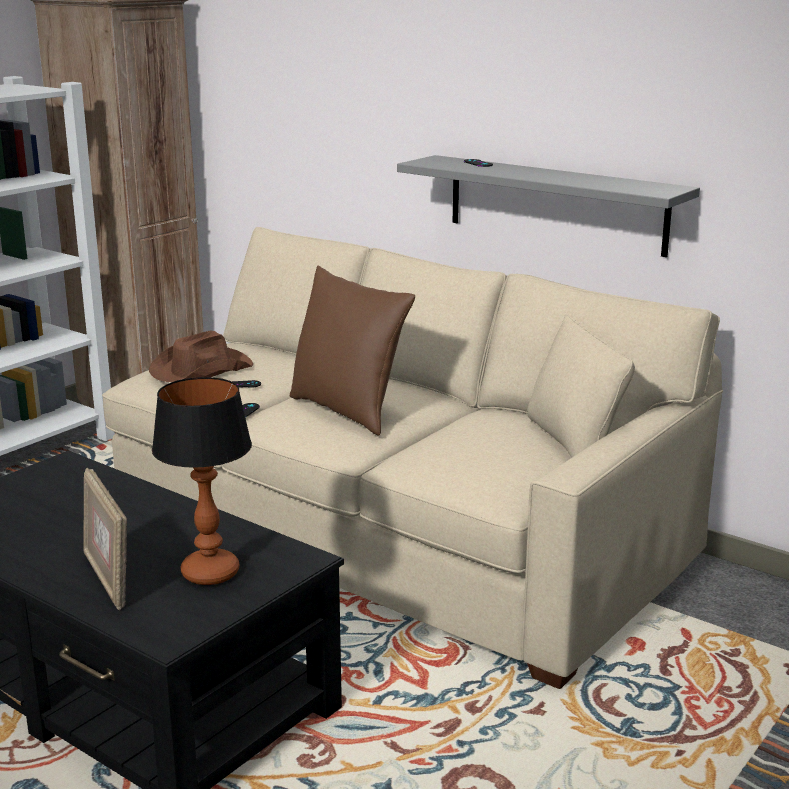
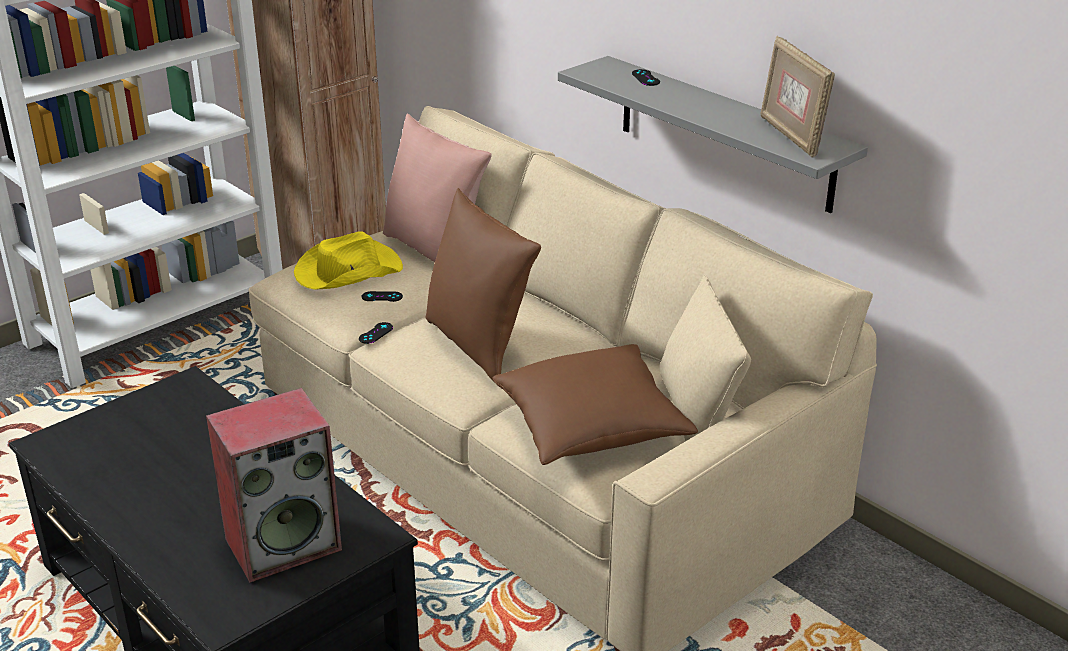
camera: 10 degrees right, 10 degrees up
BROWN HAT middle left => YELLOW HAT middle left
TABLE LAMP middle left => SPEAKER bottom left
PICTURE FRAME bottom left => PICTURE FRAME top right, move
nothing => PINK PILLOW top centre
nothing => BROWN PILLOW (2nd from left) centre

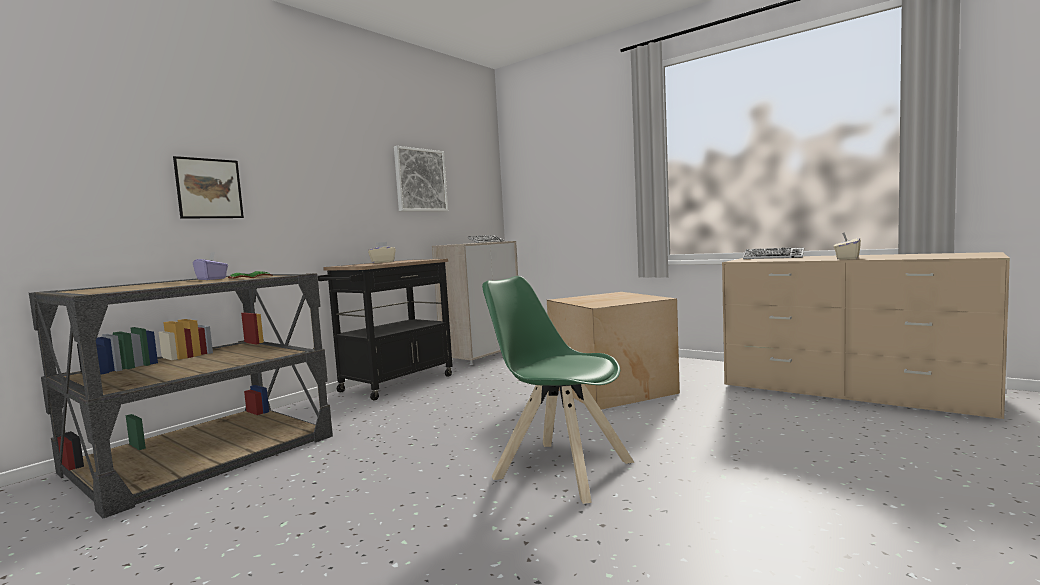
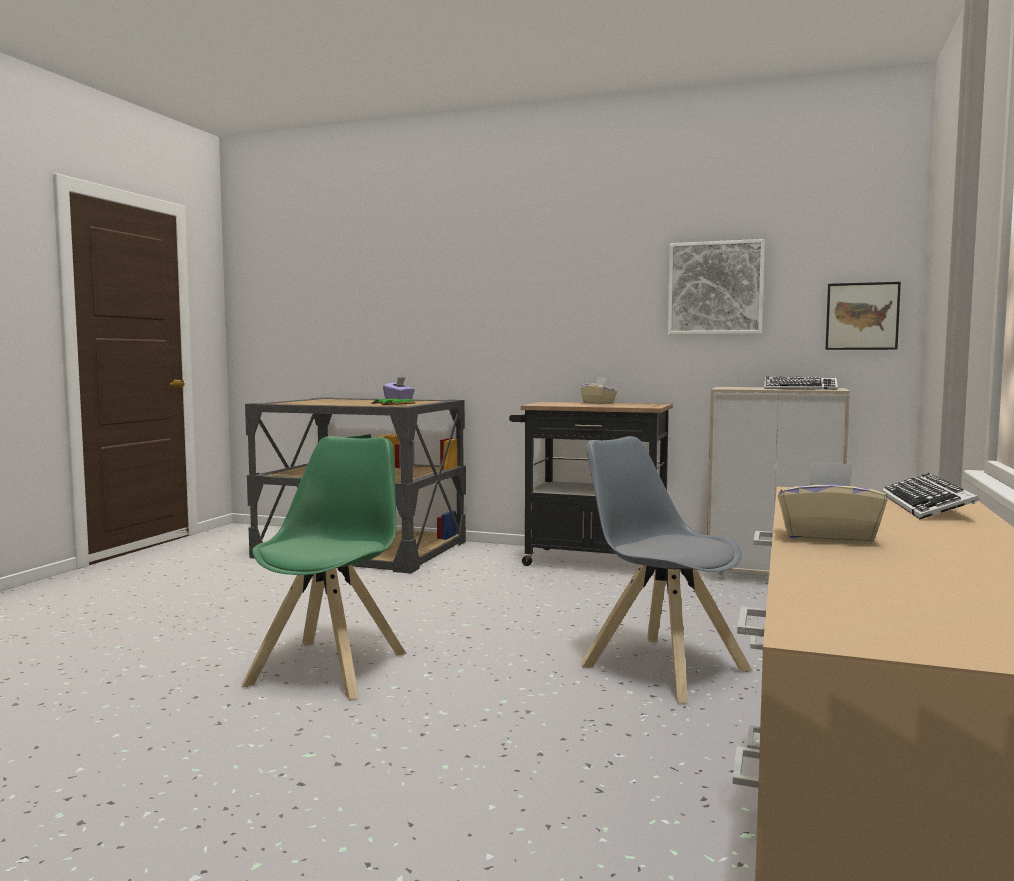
camera: 70 degrees right, 0 degrees up
PICTURE (1st from left in the first image) top left => PICTURE (2nd from left) middle right, move
CARDBOARD BOX centre => GREY CHAIR centre

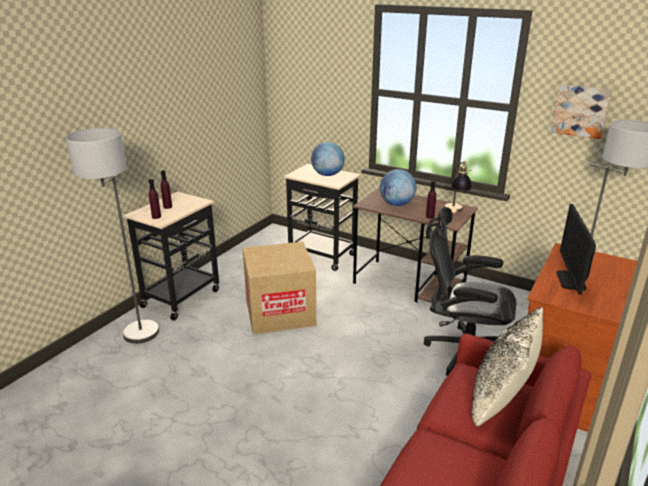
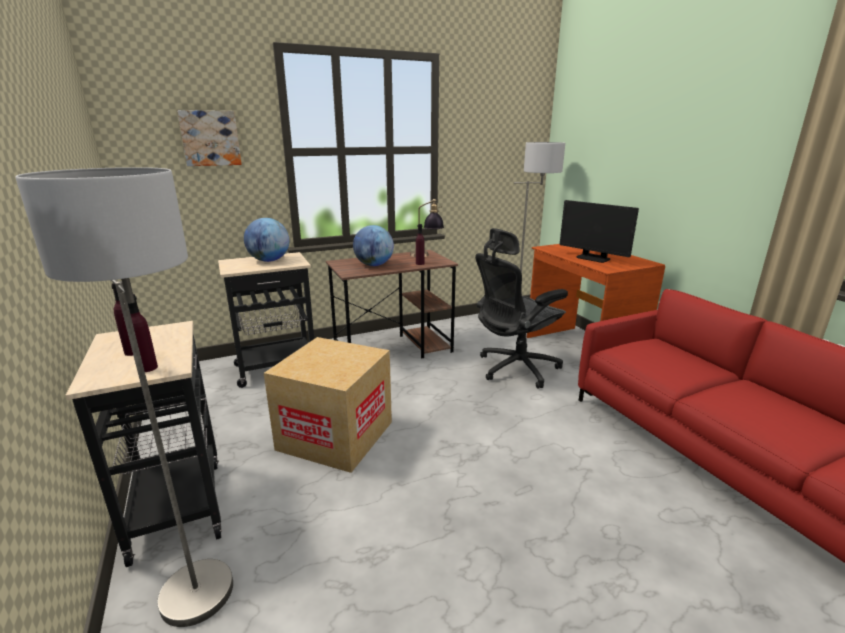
camera: 55 degrees left, 5 degrees down
PICTURE top right => PICTURE top left, move
BEIGE PILLOW bottom right => nothing

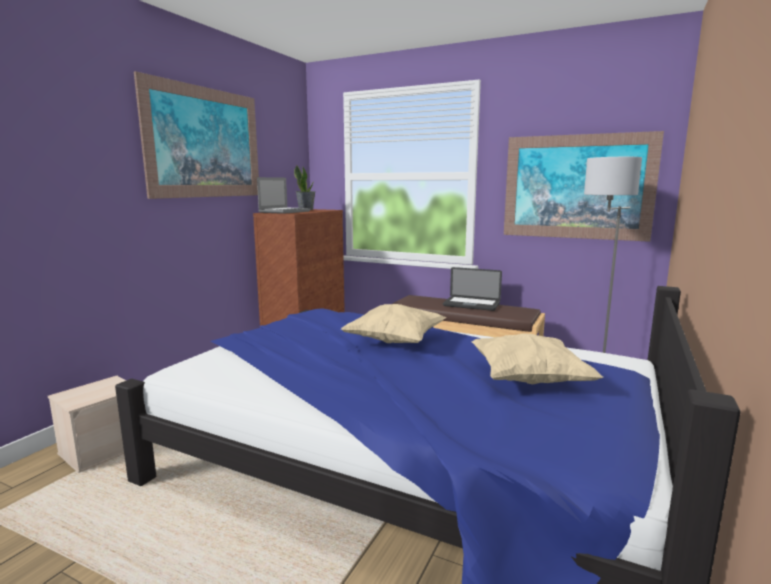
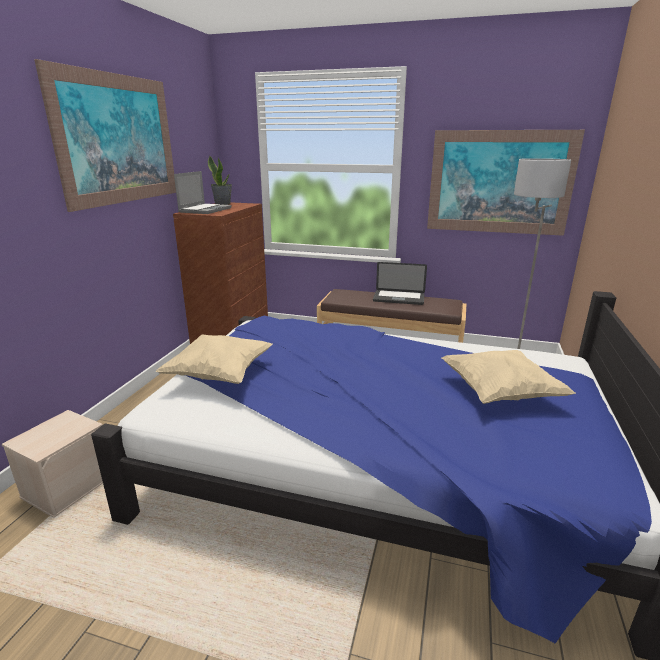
camera: 10 degrees left, 10 degrees up
BEIGE PILLOW (1st from left) centre => BEIGE PILLOW (1st from left) middle left, move

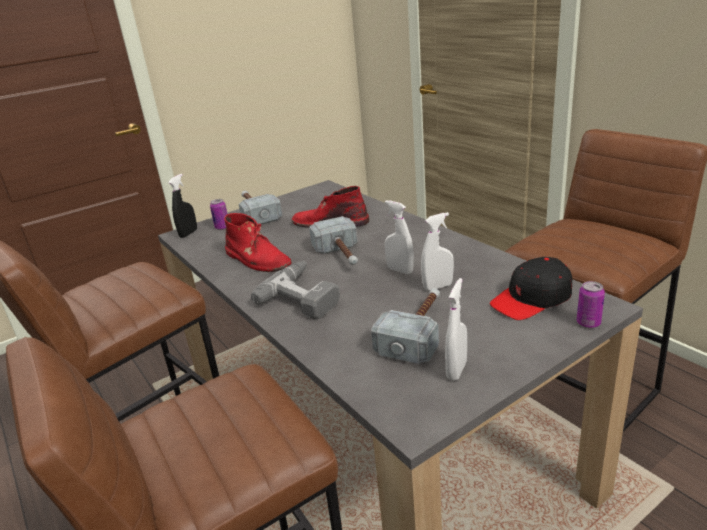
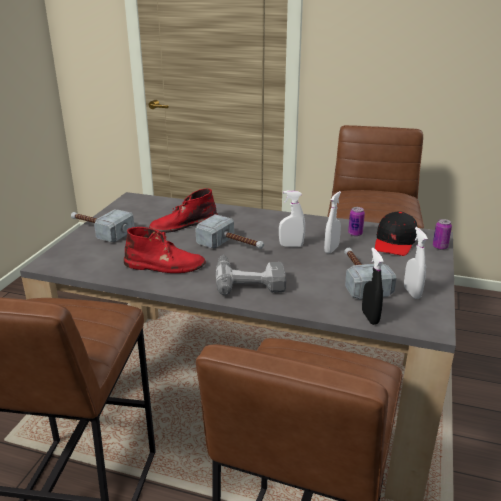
camera: 40 degrees left, 0 degrees up
BLACK SPRAY BOTTLE middle left => BLACK SPRAY BOTTLE middle right, move
CAN (1st from left) middle left => CAN (1st from left) middle right, move

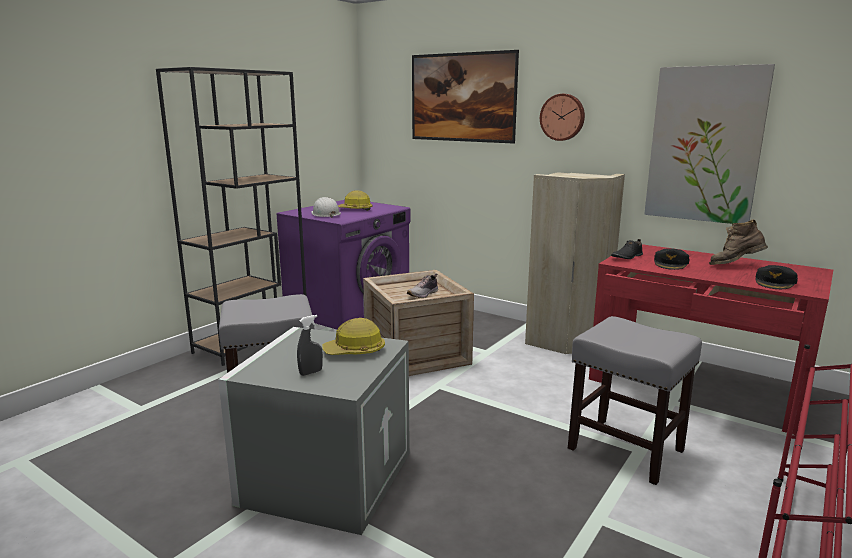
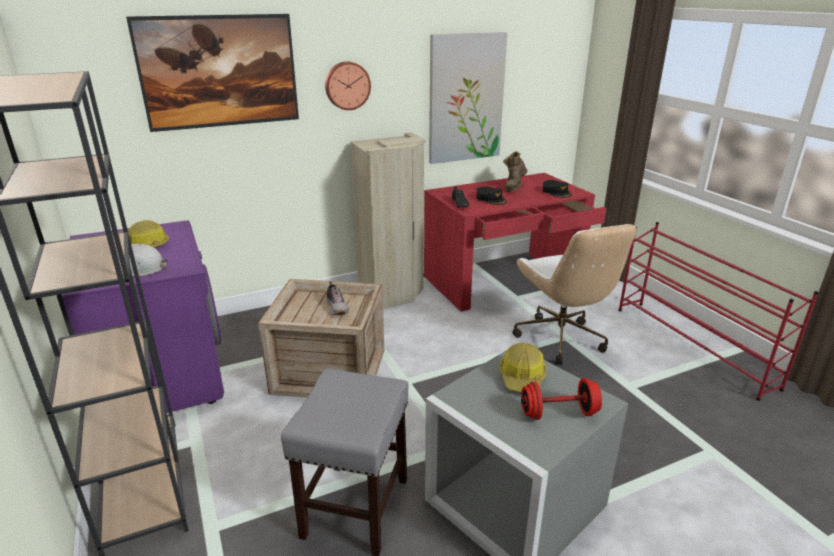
camera: 60 degrees left, 10 degrees up
GREY SPRAY BOTTLE centre => RED DUMBBELL bottom right
GREY STOOL (2nd from left) bottom right => WHITE OFFICE CHAIR middle right

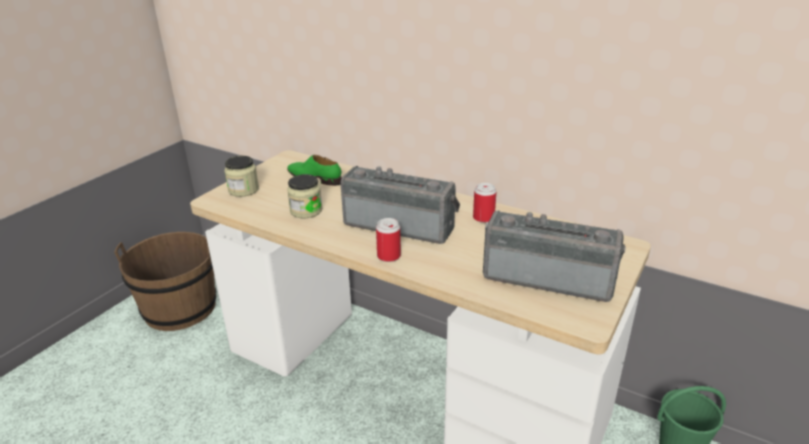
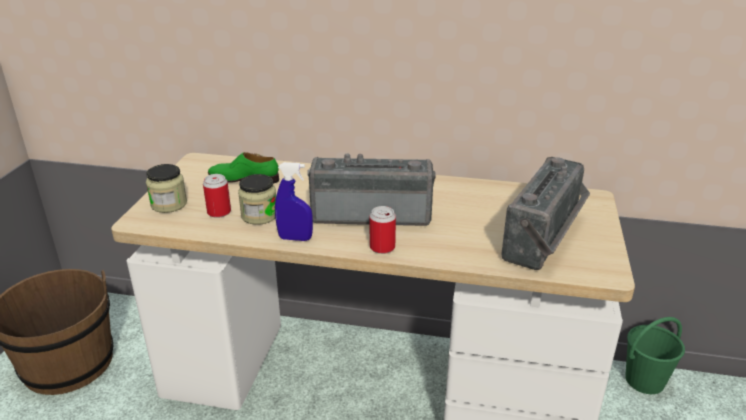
camera: 20 degrees left, 0 degrees up
CAN (2nd from left in the first image) centre => CAN (1st from left) middle left, move
RADIO (2nd from left) middle right, 120 degrees clockwise
nothing => BLUE SPRAY BOTTLE centre

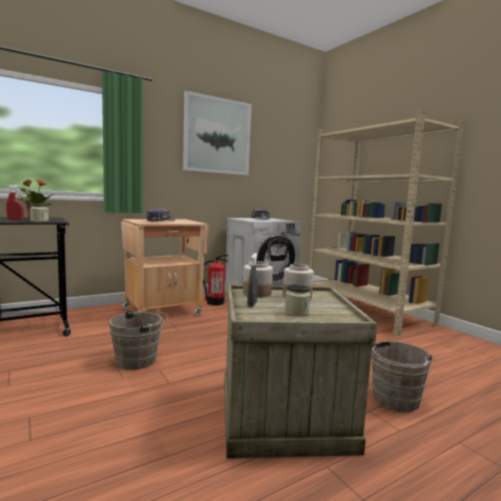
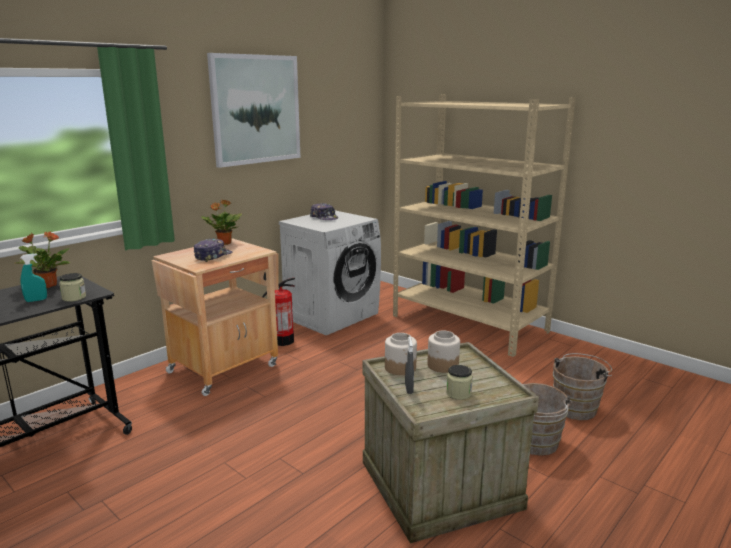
camera: 15 degrees left, 10 degrees up
RED SPRAY BOTTLE middle left => TURQUOISE SPRAY BOTTLE middle left
BROWN BUCKET (1st from left in the first image) bottom left => BROWN BUCKET (2nd from left) bottom right, move
nothing => POTTED PLANT (2nd from left) middle left

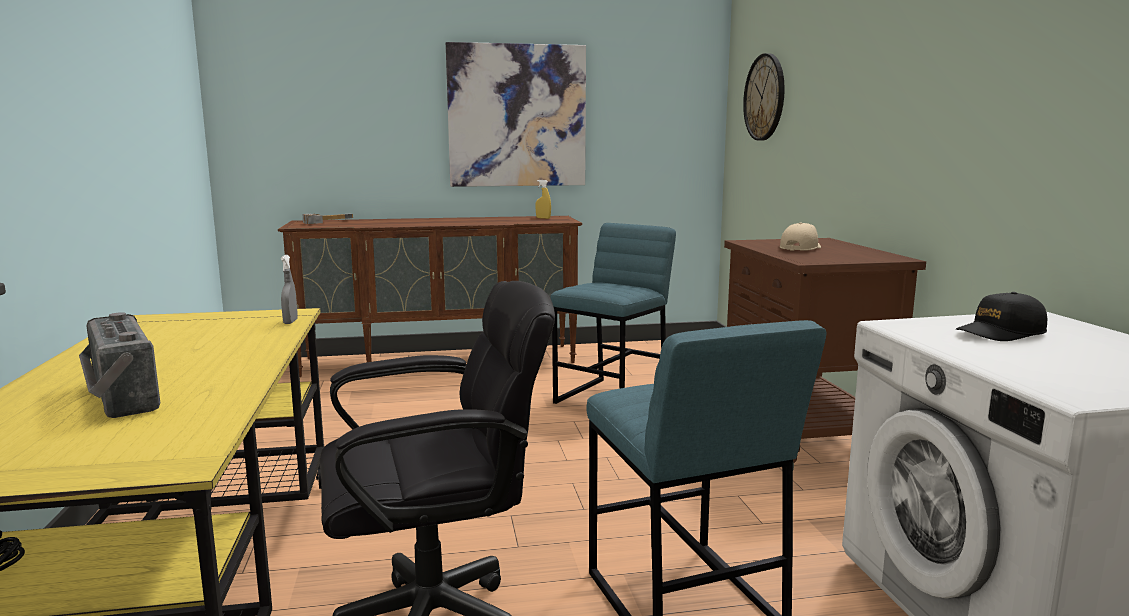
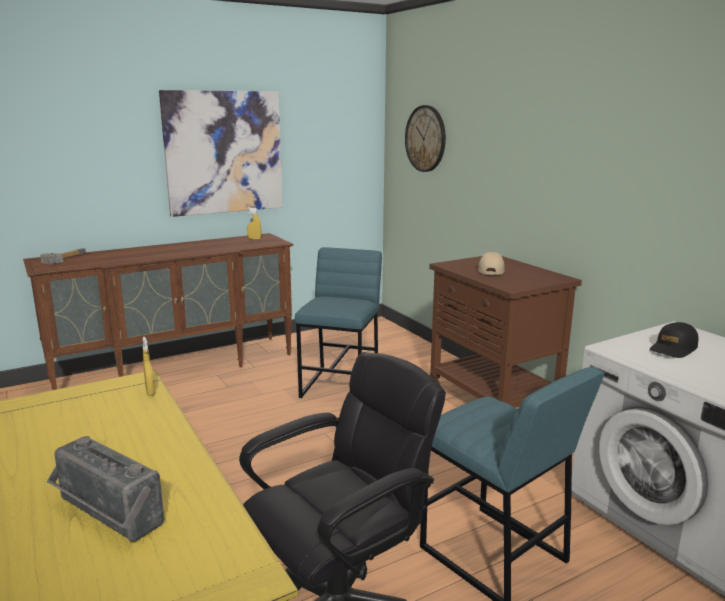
camera: 20 degrees left, 5 degrees up
GREY SPRAY BOTTLE middle left => YELLOW SPRAY BOTTLE (1st from left) middle left

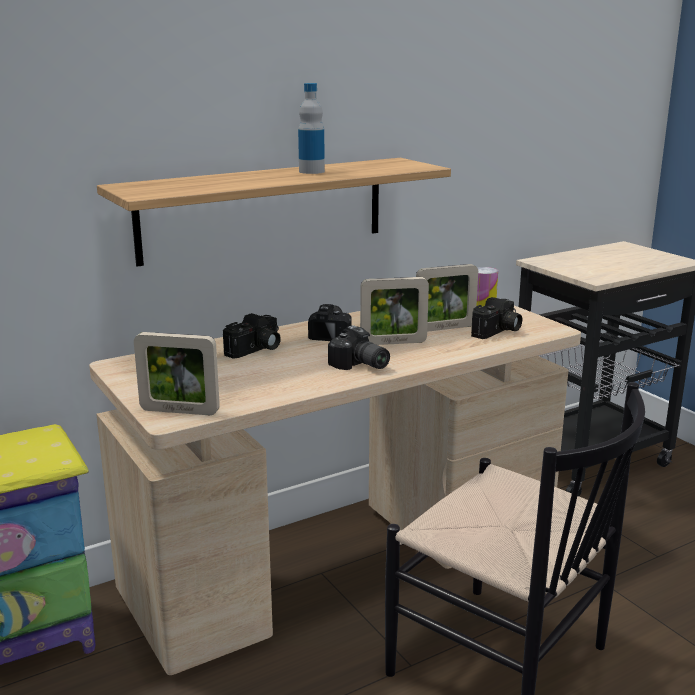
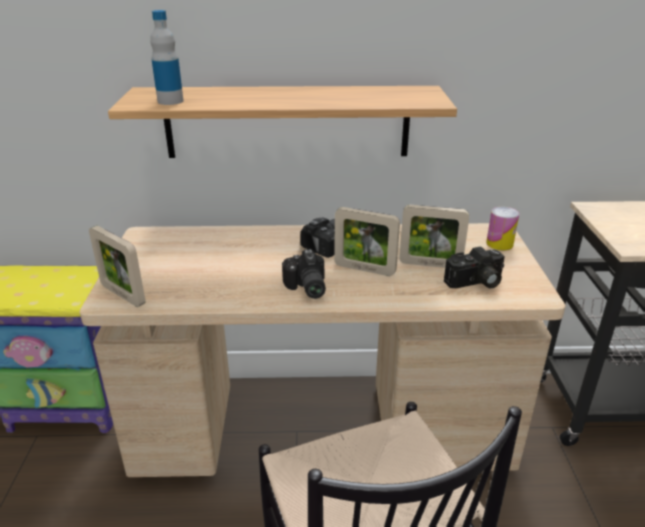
camera: 30 degrees right, 10 degrees up
BOTTLE top centre => BOTTLE top left, move
PHOTO CAMERA (1st from left) centre => nothing

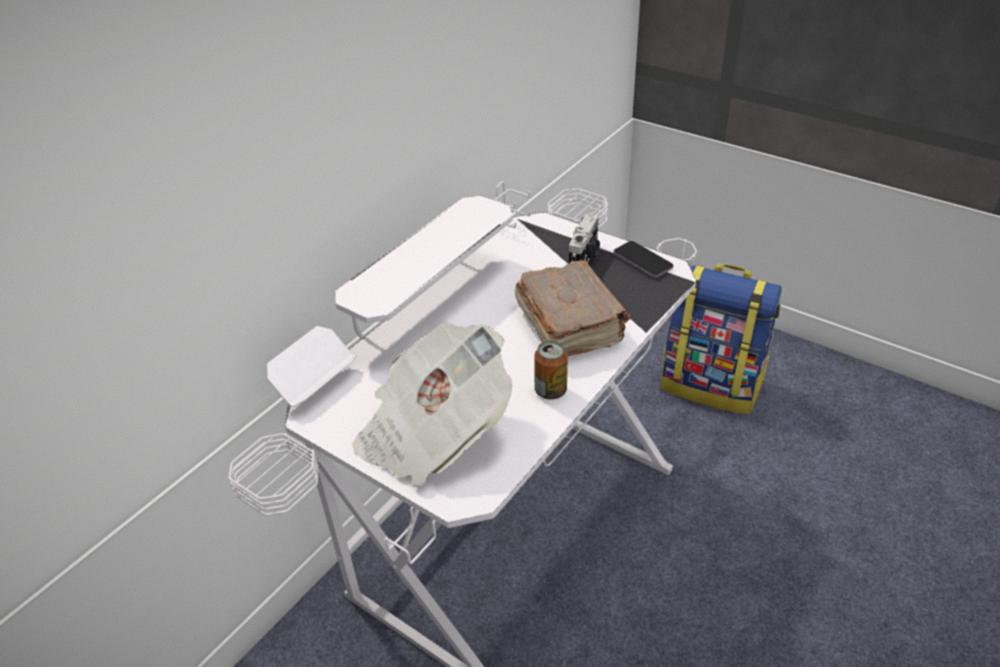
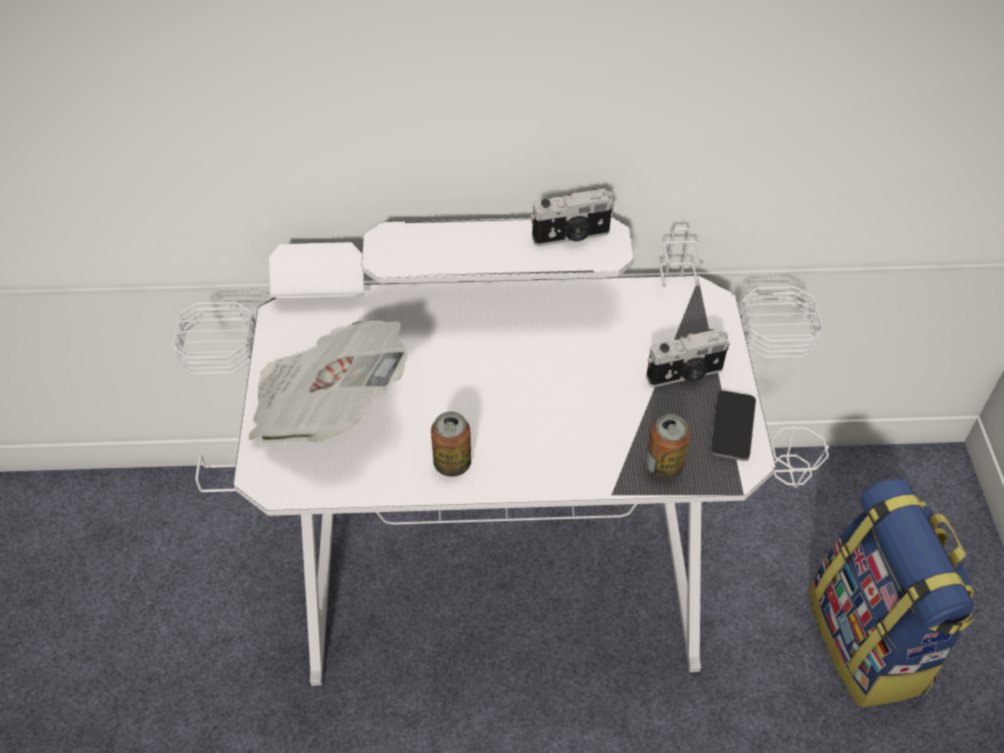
camera: 50 degrees right, 10 degrees up
BROWN BOOK centre => nothing
nothing => PHOTO CAMERA (1st from left) top centre
nothing => CAN (2nd from left) centre

